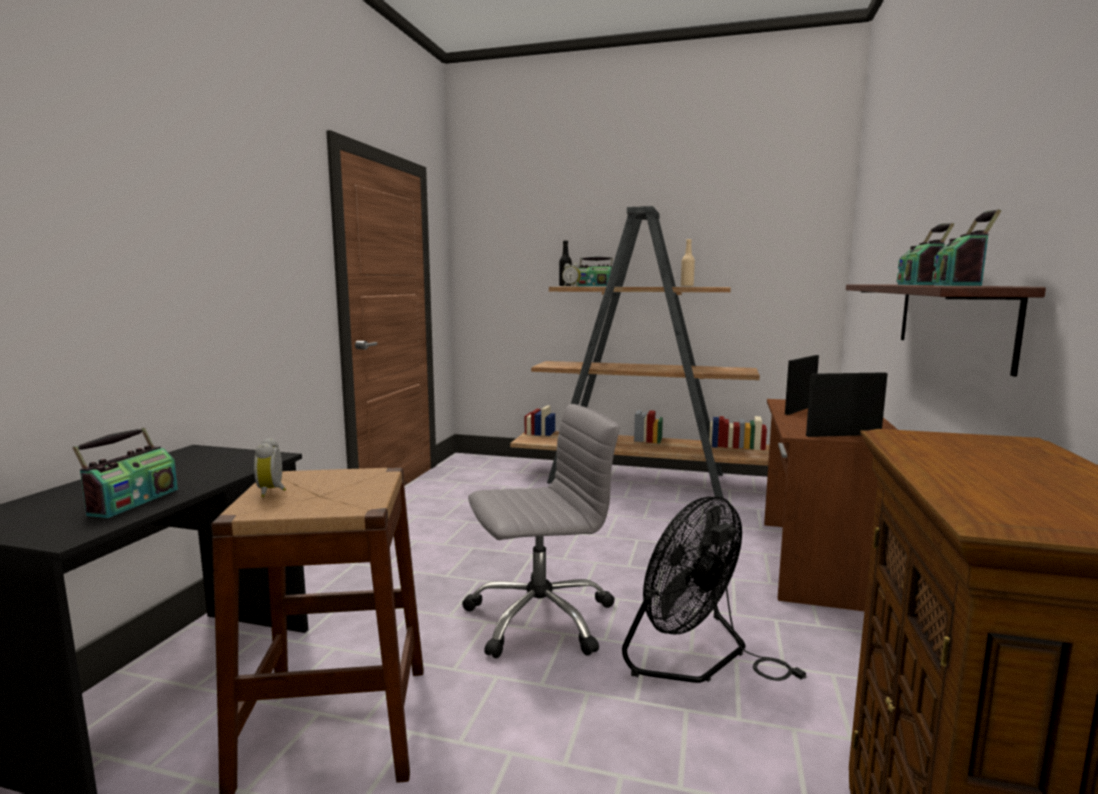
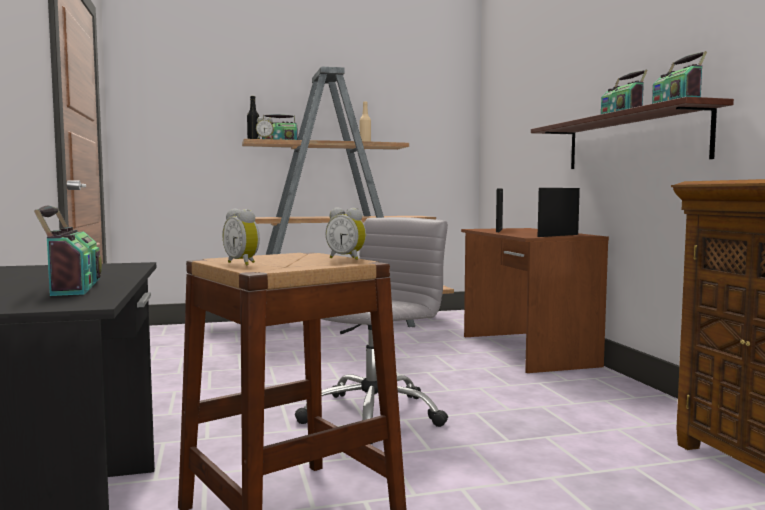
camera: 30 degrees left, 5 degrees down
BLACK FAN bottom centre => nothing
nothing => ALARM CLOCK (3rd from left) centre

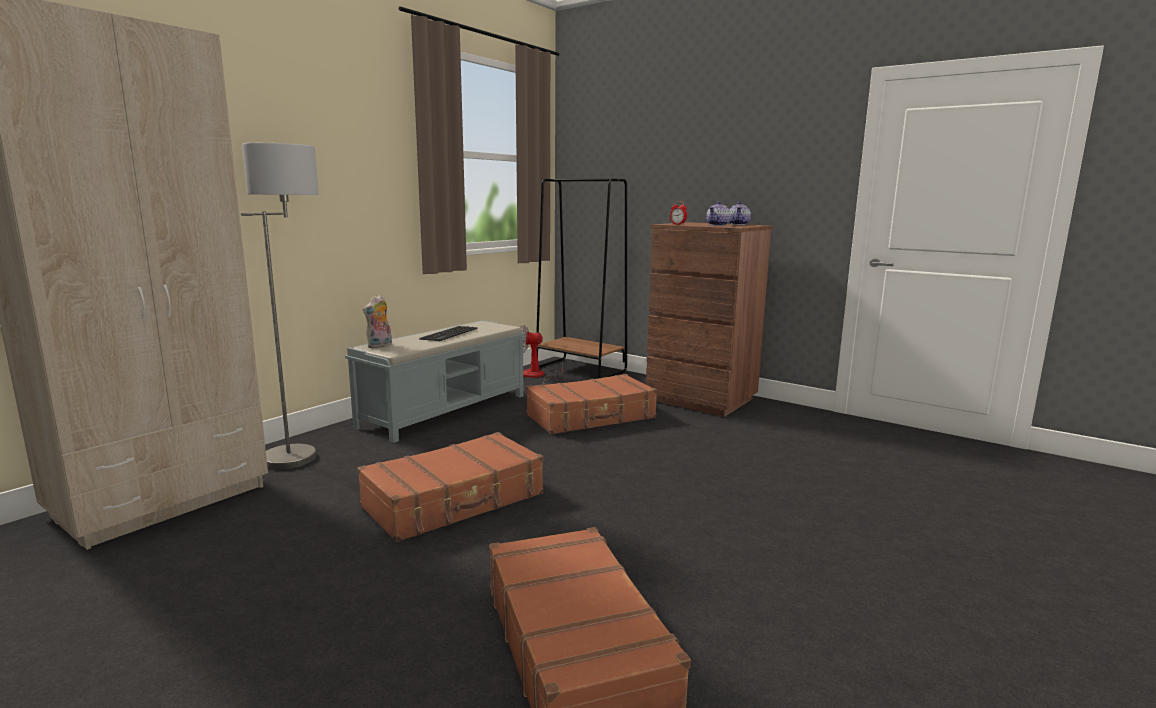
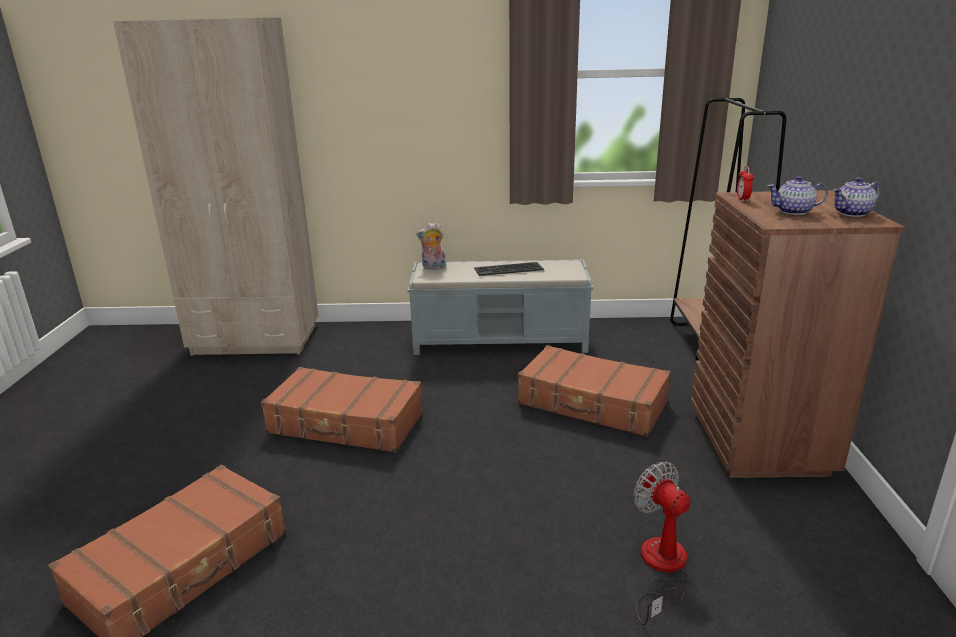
camera: 55 degrees right, 10 degrees up
GREY FLOOR LAMP middle left => nothing
FAN centre => FAN bottom right, move

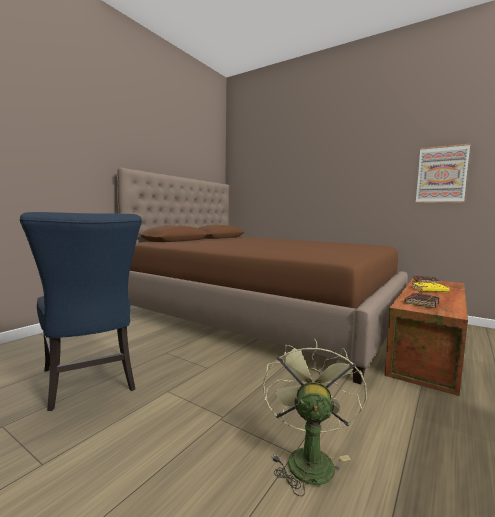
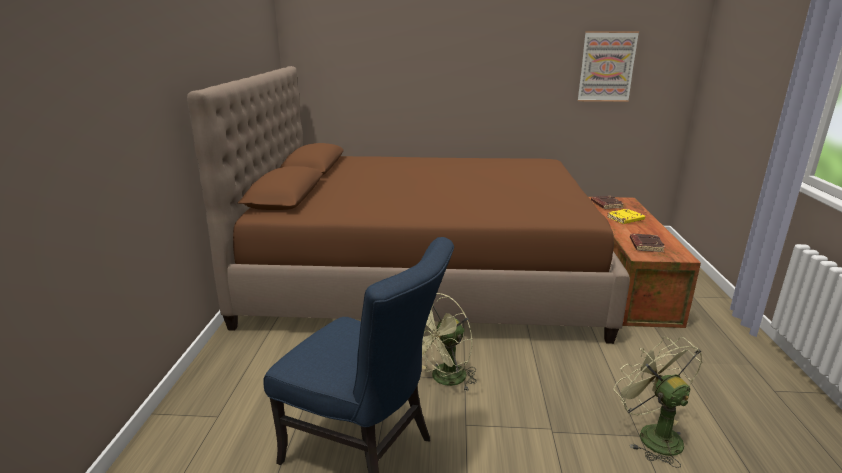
camera: 30 degrees left, 15 degrees up
nothing => GREEN FAN (1st from left) bottom centre

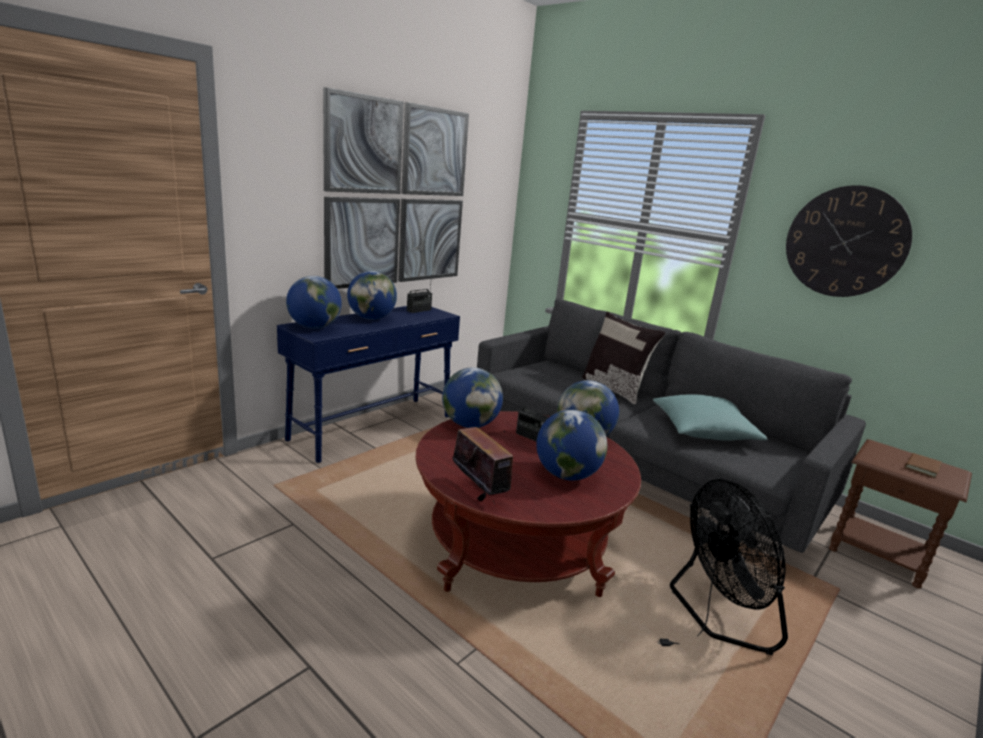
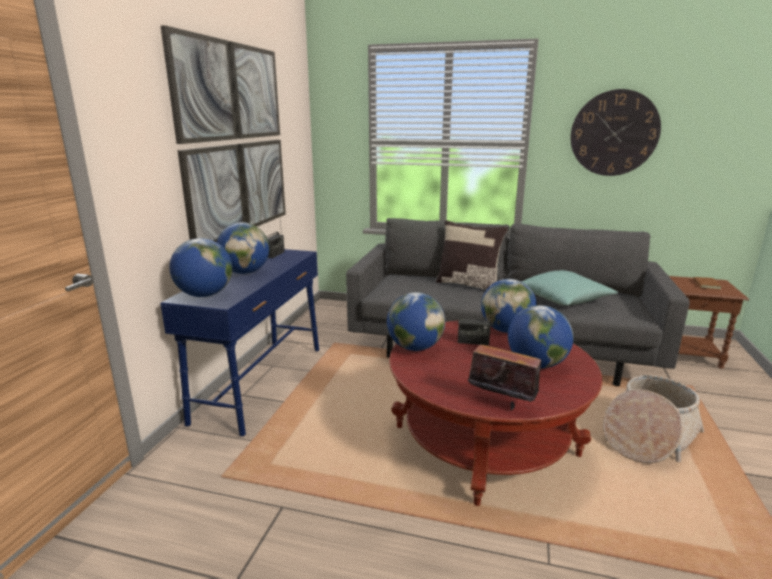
camera: 25 degrees left, 0 degrees up
BLACK FAN bottom right => BASKET bottom right

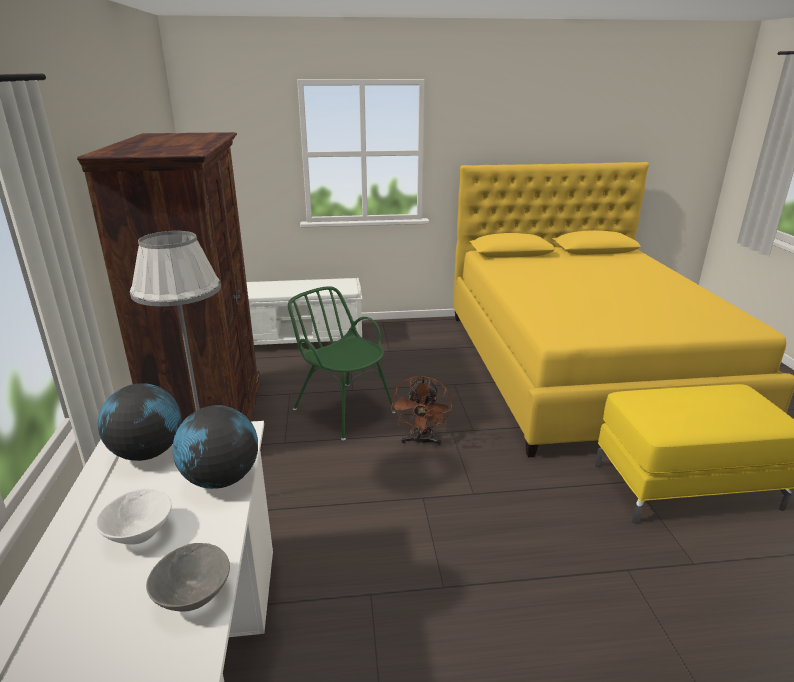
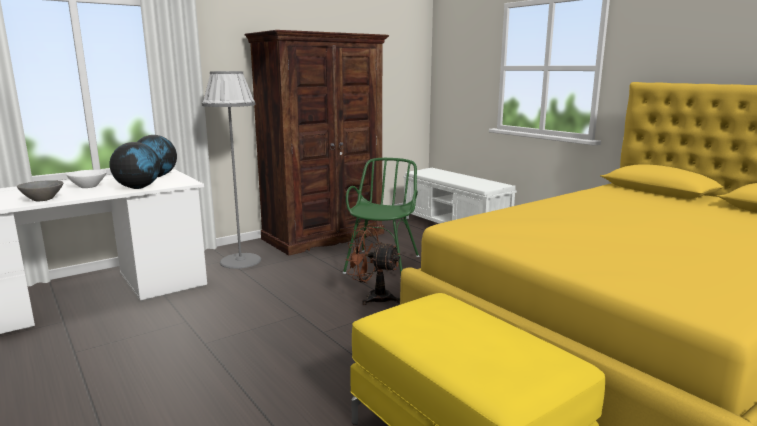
camera: 60 degrees right, 10 degrees down
BROWN FAN centre, 45 degrees clockwise

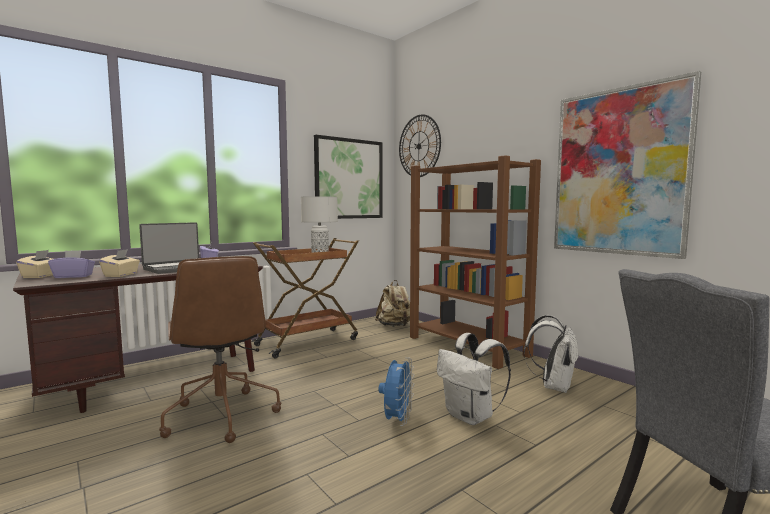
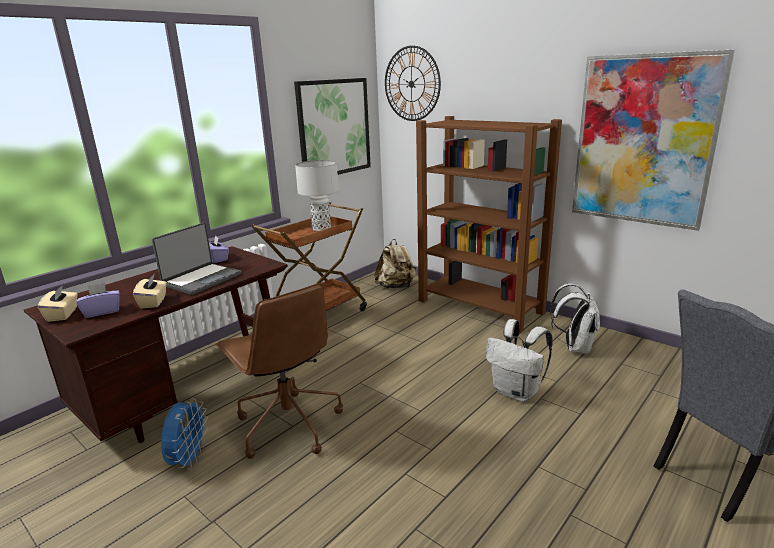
camera: 10 degrees left, 15 degrees up
BLUE FAN bottom centre => BLUE FAN bottom left, move

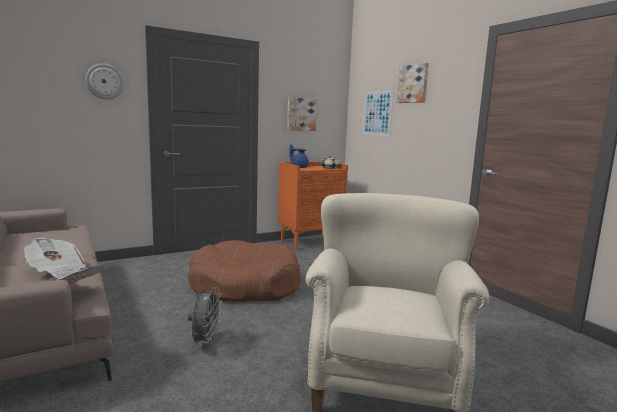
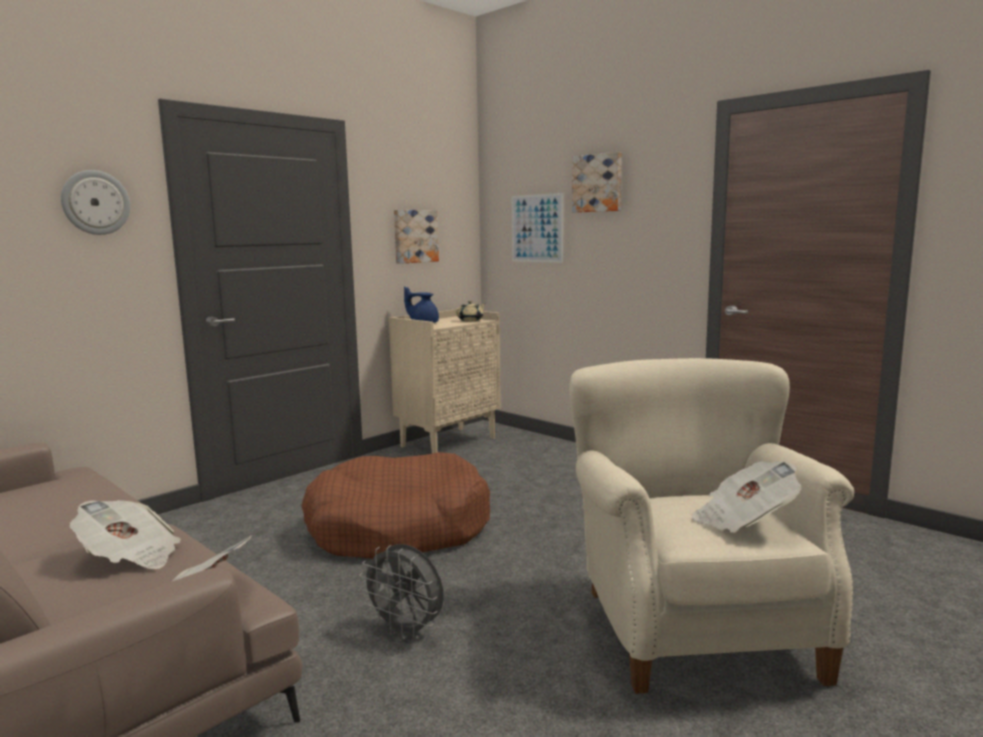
camera: 15 degrees left, 0 degrees up
ORANGE CABINET centre => BEIGE CABINET centre
GREY FAN bottom left => GREY FAN bottom centre, 135 degrees clockwise
nothing => NEWSPAPER (3rd from left) bottom right

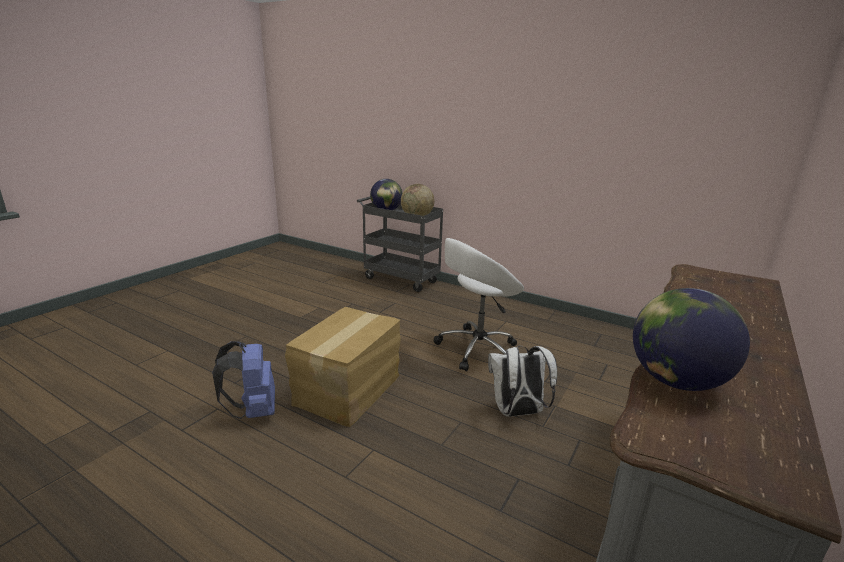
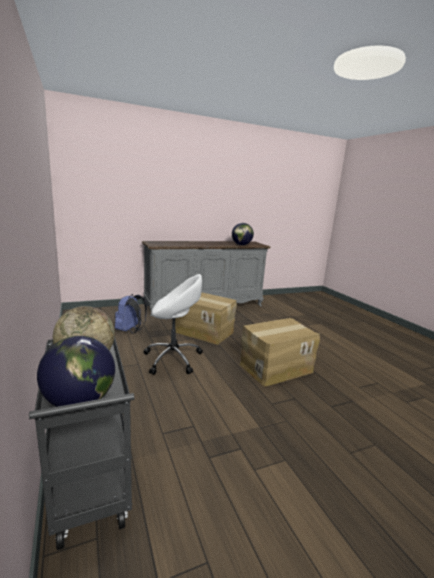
camera: 145 degrees left, 5 degrees down
BLUE BACKPACK bottom left => BLUE BACKPACK middle left, move
WHITE BACKPACK bottom centre => CARDBOARD BOX (1st from left) centre

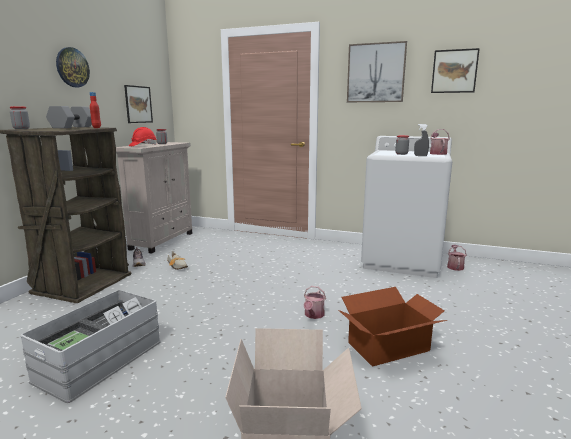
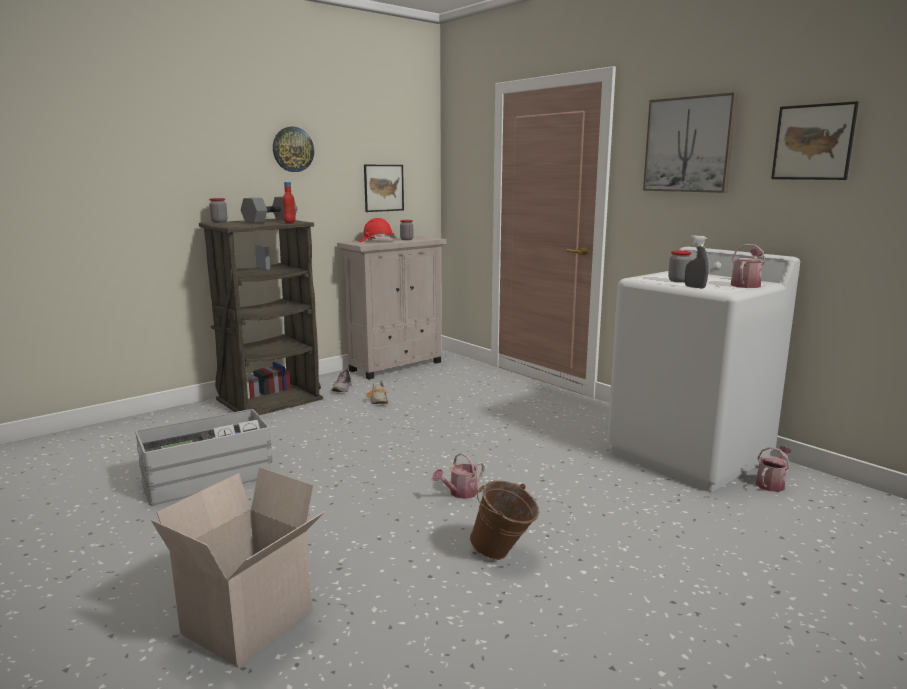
camera: 30 degrees right, 0 degrees up
CARDBOARD BOX (2nd from left) bottom right => BROWN BUCKET bottom centre

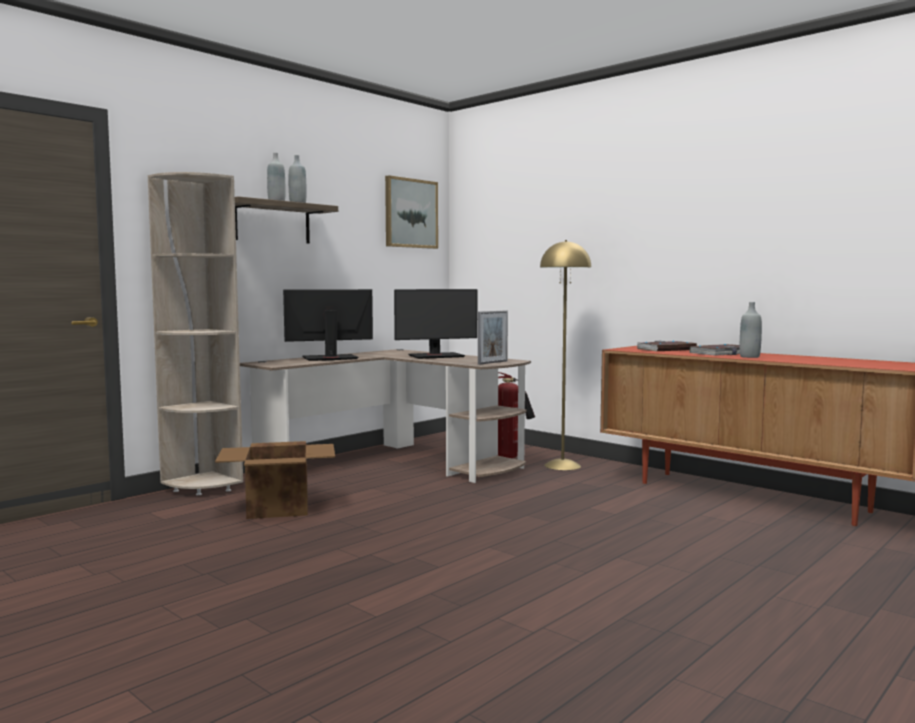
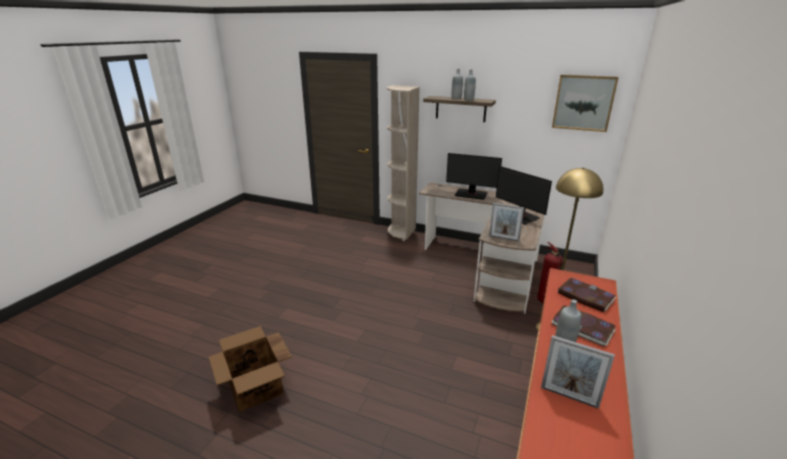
camera: 70 degrees right, 20 degrees up
MONITOR (1st from left) centre, 150 degrees clockwise
CARDBOARD BOX middle left => CARDBOARD BOX bottom left, move
nothing => PICTURE FRAME (2nd from left) bottom right

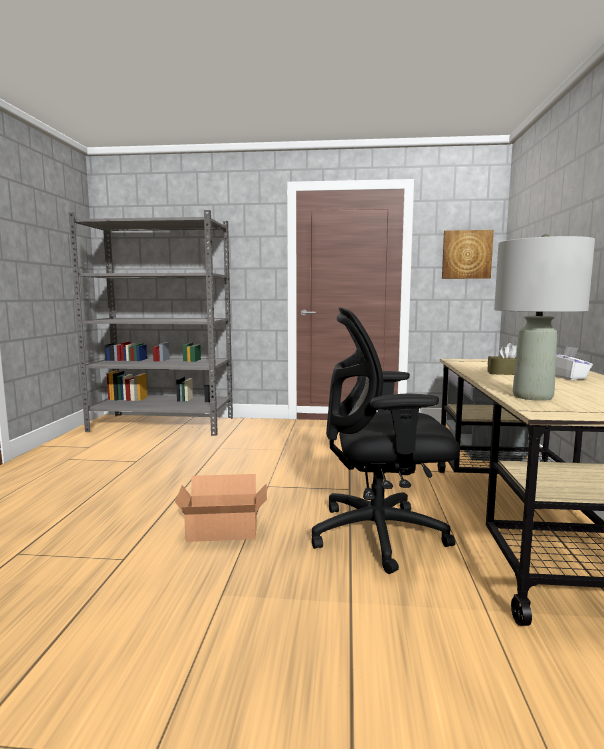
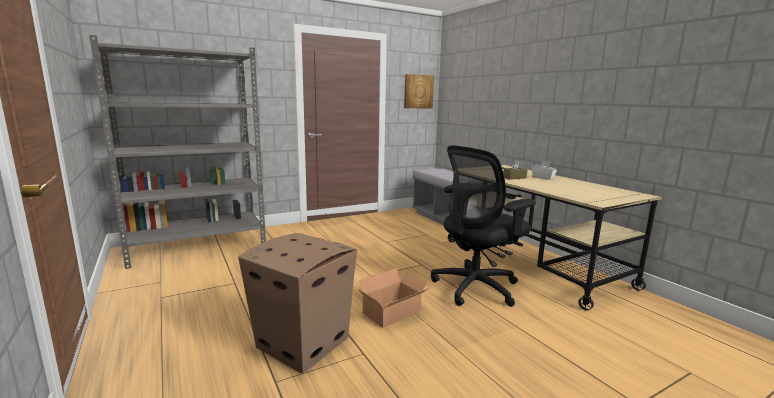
camera: 35 degrees left, 5 degrees up
GREY TABLE LAMP middle right => nothing
nothing => CARDBOARD BOX (1st from left) bottom centre

